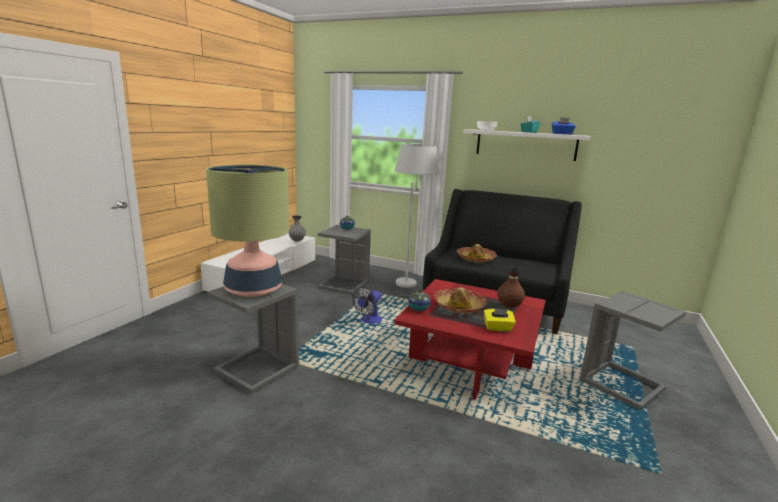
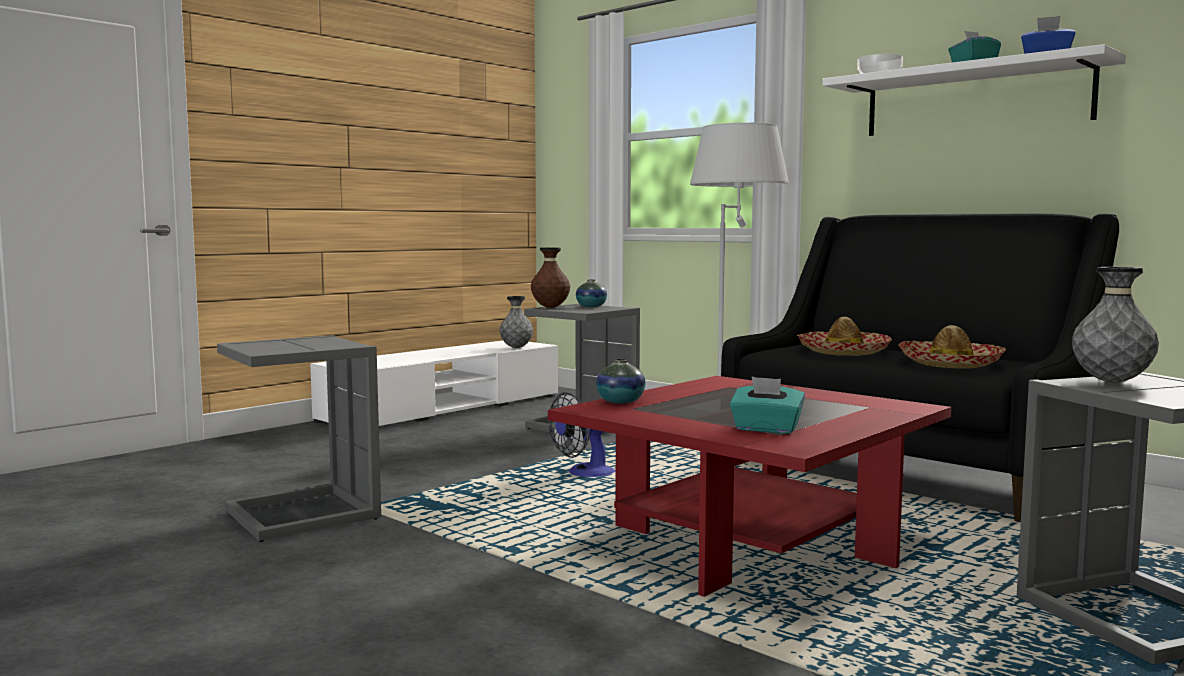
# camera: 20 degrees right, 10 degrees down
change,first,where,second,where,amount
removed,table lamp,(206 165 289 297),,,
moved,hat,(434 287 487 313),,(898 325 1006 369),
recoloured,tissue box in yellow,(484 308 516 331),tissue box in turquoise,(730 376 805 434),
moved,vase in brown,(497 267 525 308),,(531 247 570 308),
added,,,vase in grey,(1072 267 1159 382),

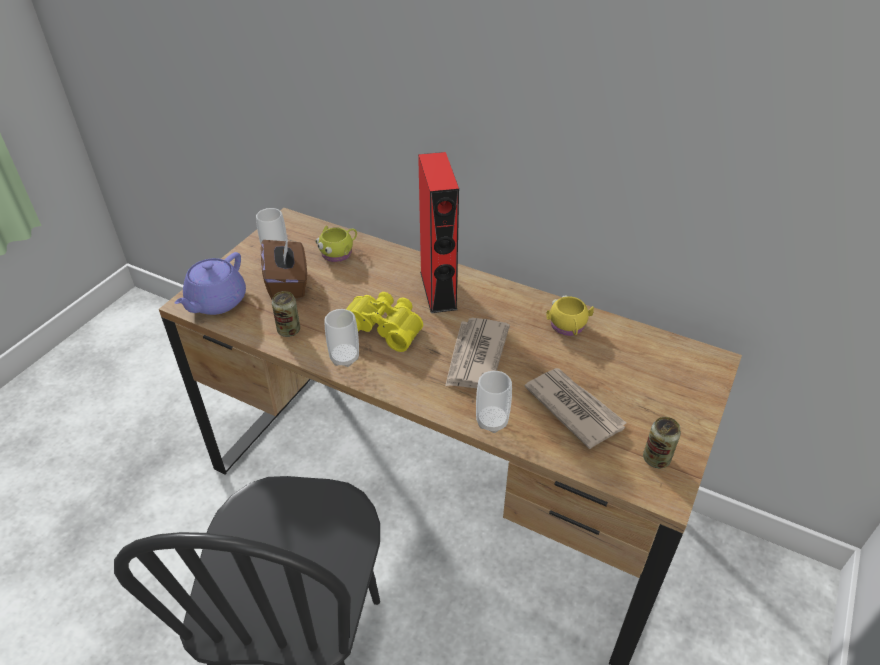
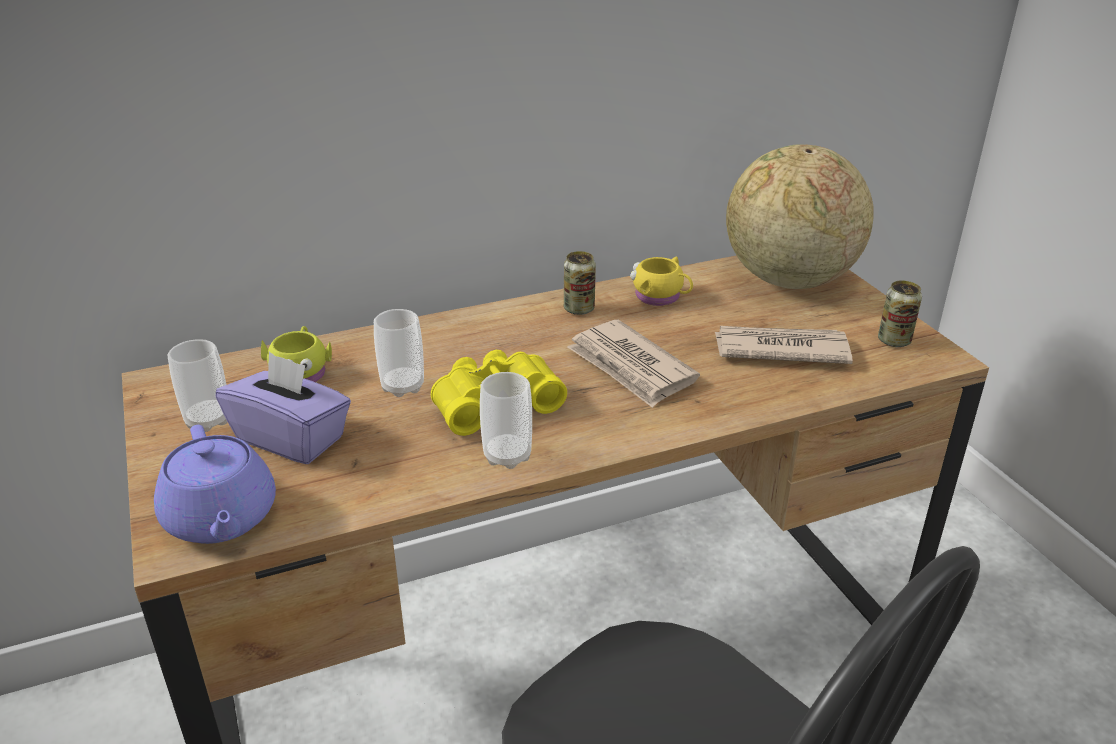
# camera: 50 degrees left, 10 degrees down
change,first,where,second,where,amount
recoloured,tissue box in brown,(261 236 307 300),tissue box in purple,(215 352 351 464),
moved,can,(272 291 300 337),,(564 251 596 315),
removed,speaker in red,(418 152 459 313),,,
moved,cup,(476 371 512 433),,(374 309 424 397),
added,,,globe,(726 144 874 289),

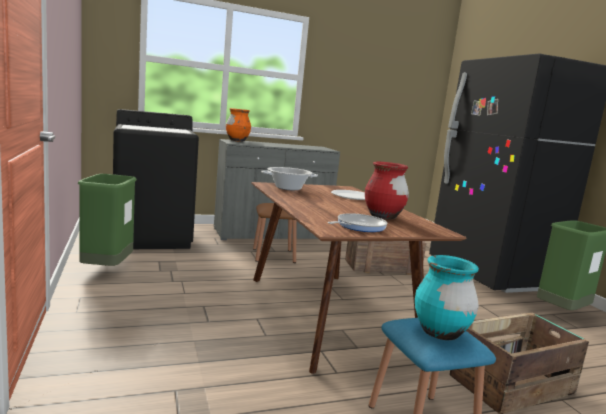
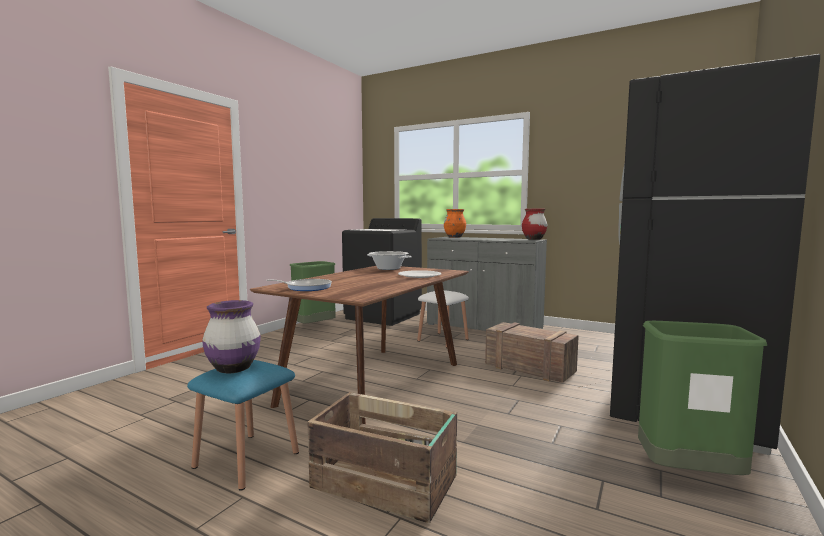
# camera: 50 degrees right, 5 degrees down
change,first,where,second,where,amount
recoloured,stool in brown,(253 203 297 263),stool in white,(417 290 469 348),
moved,vase in red,(365 162 409 220),,(522 208 547 240),
recoloured,vase in turquoise,(415 255 479 340),vase in purple,(202 300 261 373),

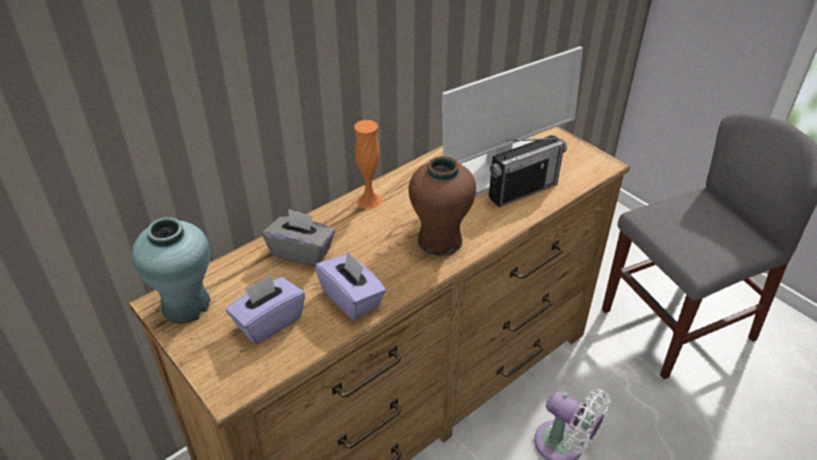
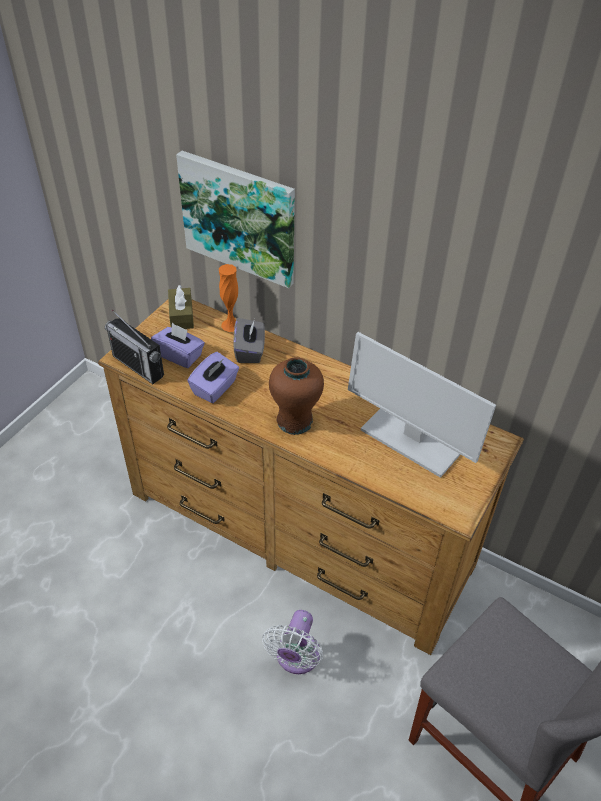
# camera: 70 degrees right, 5 degrees up
change,first,where,second,where,amount
replaced,vase in turquoise,(132 217 211 324),tissue box in brown,(168 285 194 329),
moved,vase in orange,(354 120 382 210),,(219 264 238 332),
moved,radio,(489 135 567 207),,(105 310 164 384),
added,,,picture,(176 151 295 288),

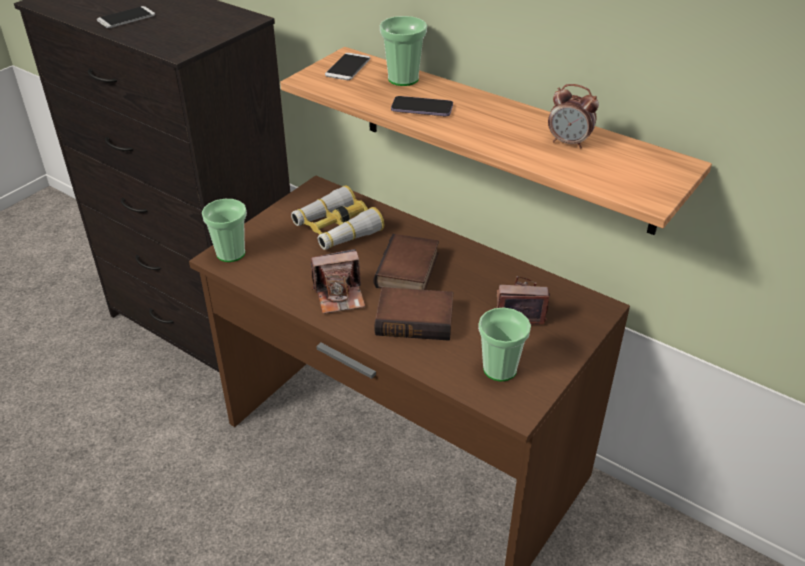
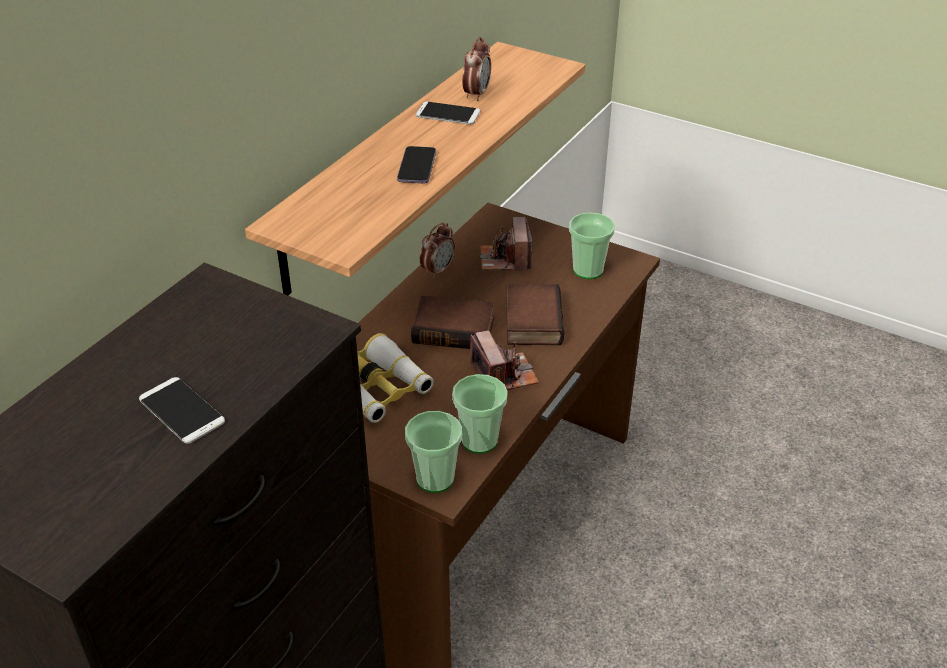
# camera: 95 degrees left, 0 degrees up
change,first,where,second,where,amount
moved,phone,(325 53 370 80),,(416 101 480 124),
moved,cup,(380 16 427 86),,(452 374 508 454),
added,,,alarm clock,(420 222 455 279),

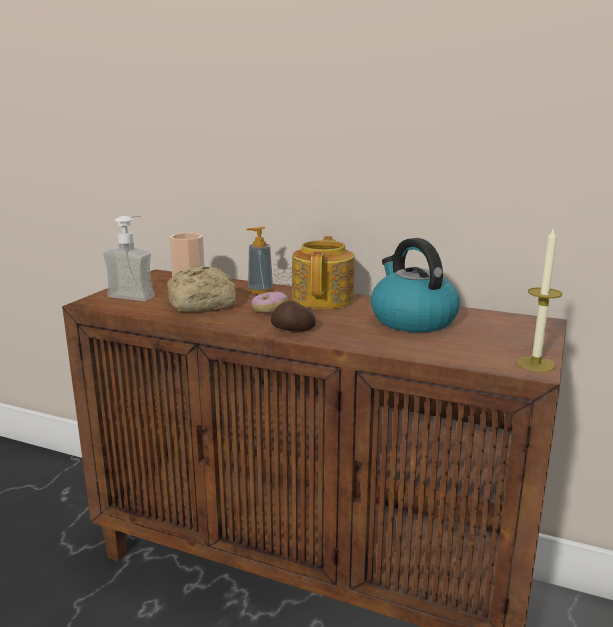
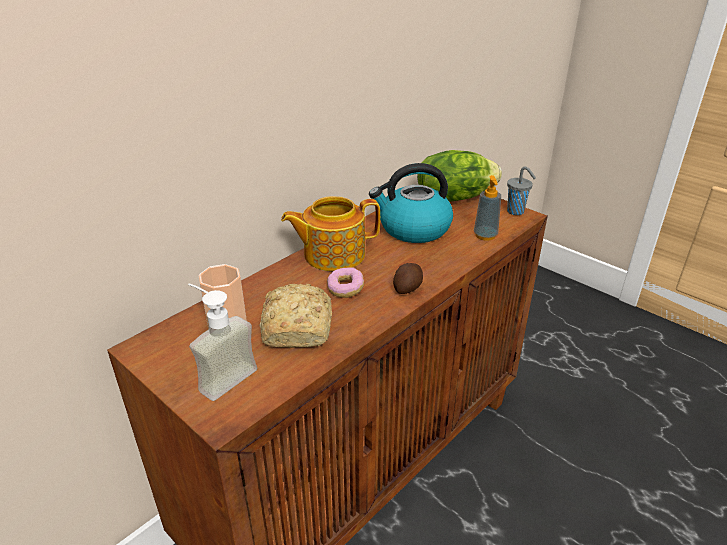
# camera: 70 degrees left, 15 degrees up
change,first,where,second,where,amount
moved,soap dispenser,(247 227 273 294),,(474 175 501 241),
turned,teapot,(292 236 355 309),,(281 196 380 271),45 degrees counterclockwise
replaced,candle,(516 227 562 372),cup in grey,(507 167 536 215),
added,,,lettuce,(417 150 502 202),

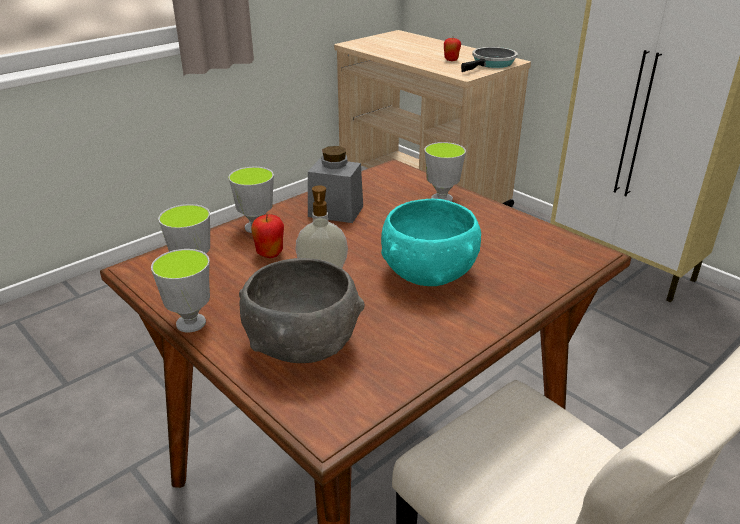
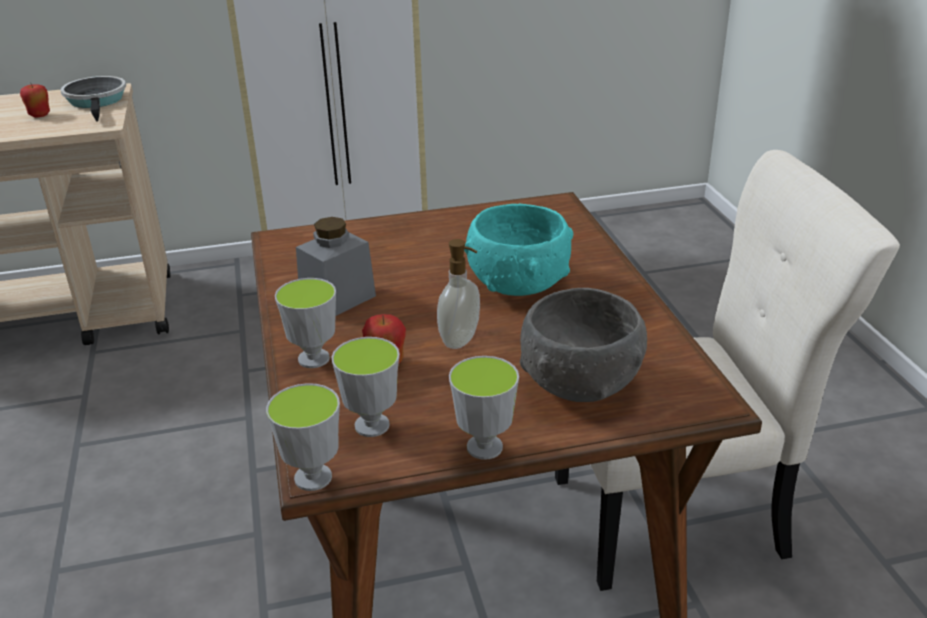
# camera: 60 degrees left, 0 degrees up
change,first,where,second,where,amount
moved,cup,(424 142 466 202),,(266 383 340 491),

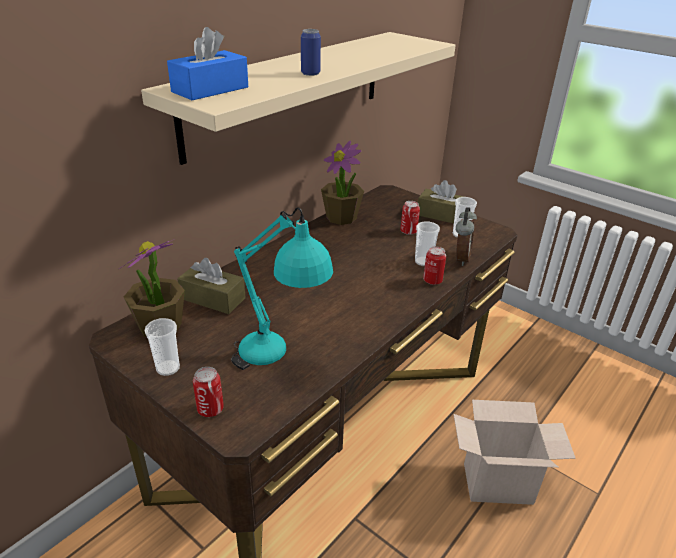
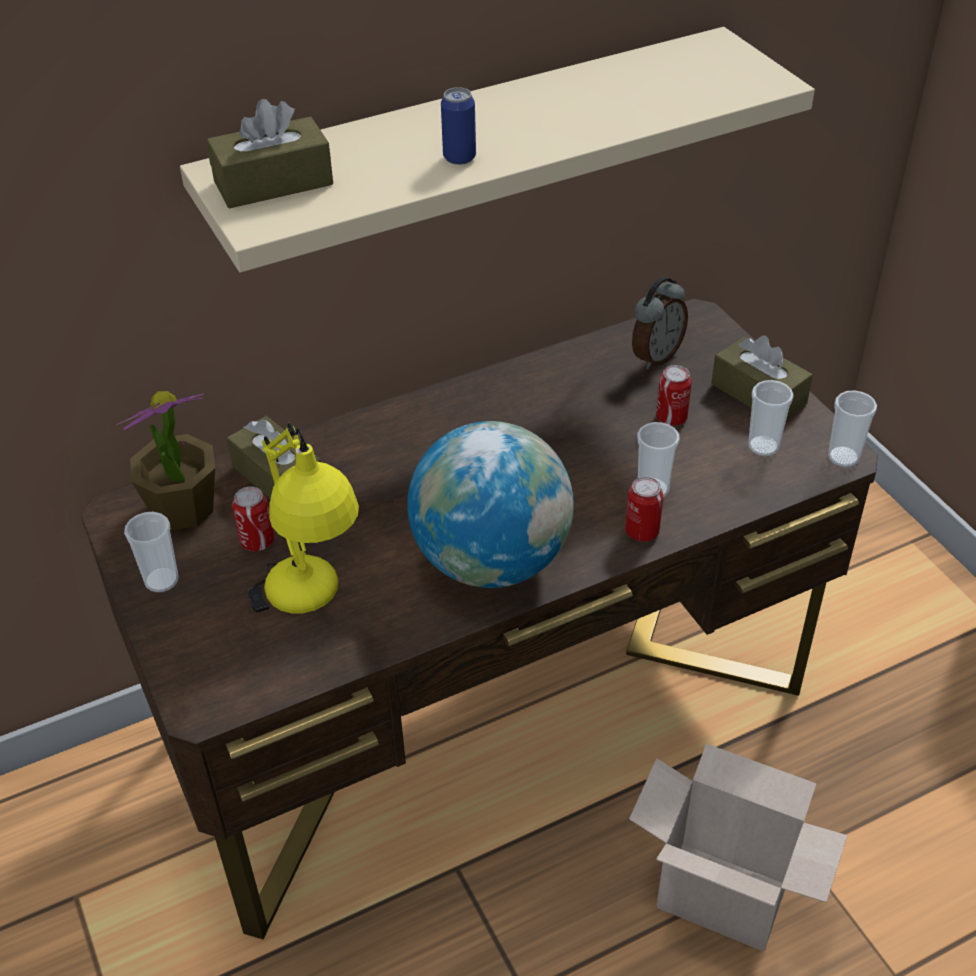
# camera: 25 degrees right, 10 degrees up
change,first,where,second,where,amount
recoloured,tissue box in blue,(167 27 248 100),tissue box in brown,(207 99 333 208),
moved,can,(193 367 224 417),,(232 487 274 551),
recoloured,table lamp in turquoise,(231 208 333 370),table lamp in yellow,(248 423 359 613),
removed,potted plant,(321 141 364 225),,,
moved,alarm clock,(456 207 477 266),,(632 277 688 369),
added,,,globe,(407 421 574 588),
added,,,cup,(828 390 877 467),

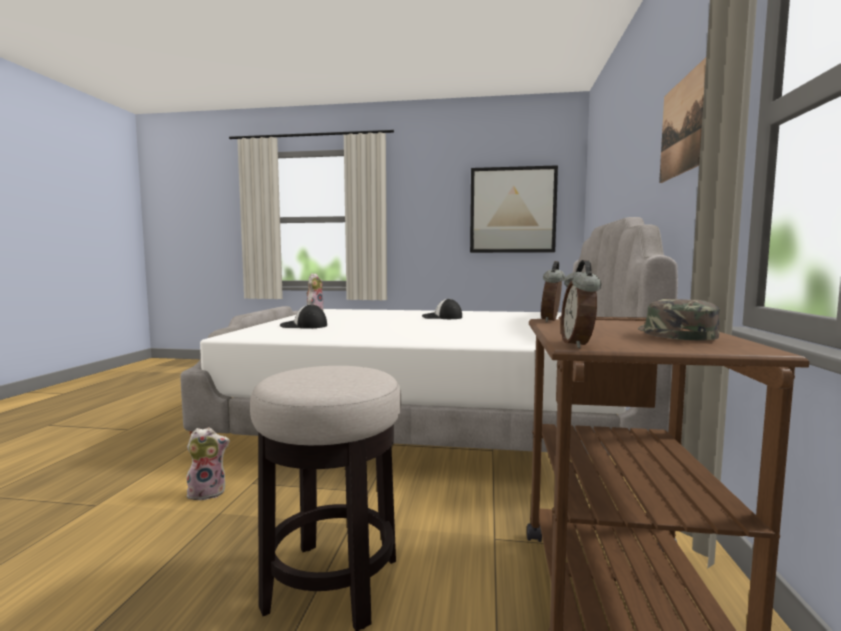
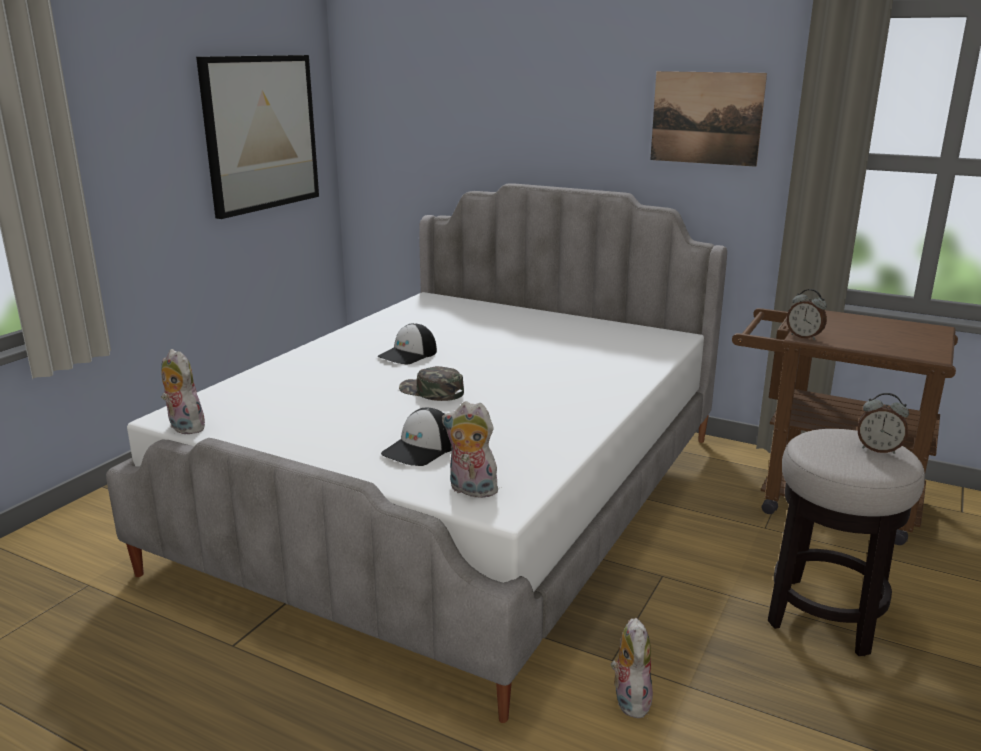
# camera: 70 degrees left, 15 degrees up
change,first,where,second,where,amount
moved,alarm clock,(561 260 601 348),,(858 393 909 454),
moved,cap in green,(638 299 720 340),,(399 366 464 401),
added,,,plush toy,(442 401 498 498),

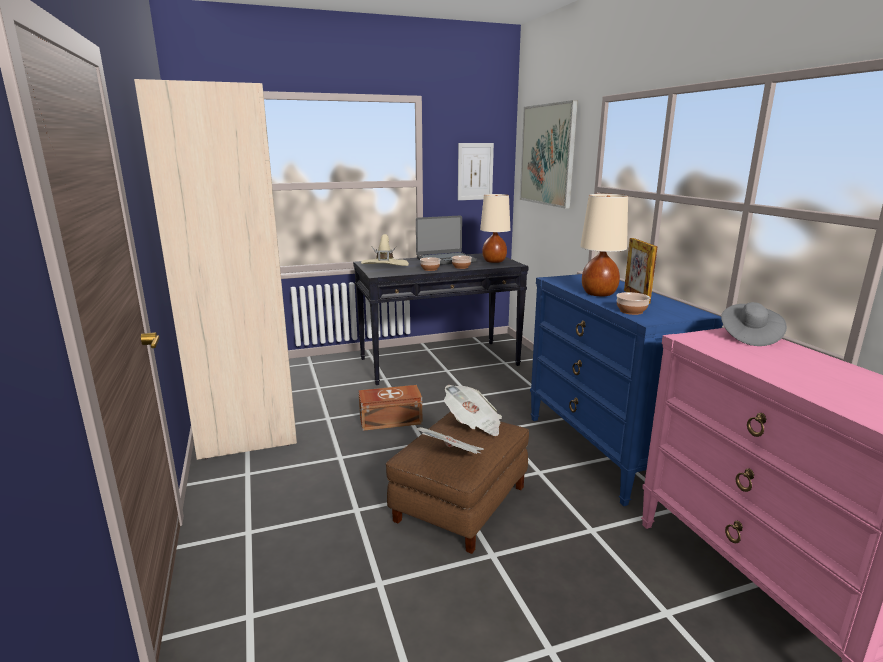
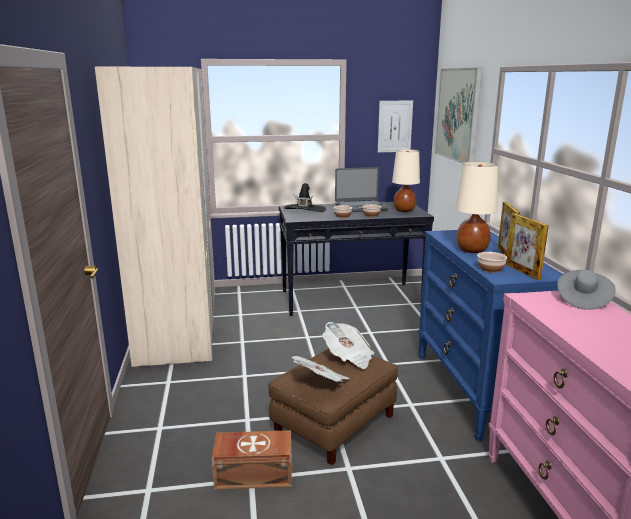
# camera: 10 degrees right, 0 degrees up
change,first,where,second,where,amount
moved,storage box in brown,(359 385 422 431),,(212 430 292 490),
recoloured,hat in beige,(361 234 409 266),hat in black,(284 183 326 212),
added,,,picture frame,(506 213 549 280),

